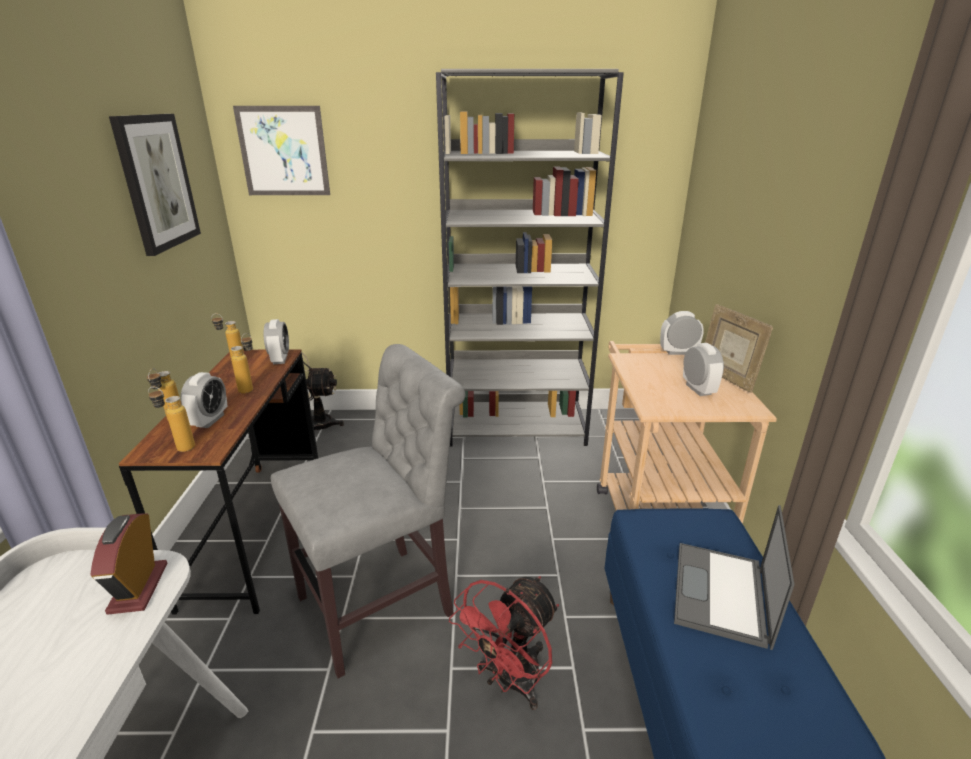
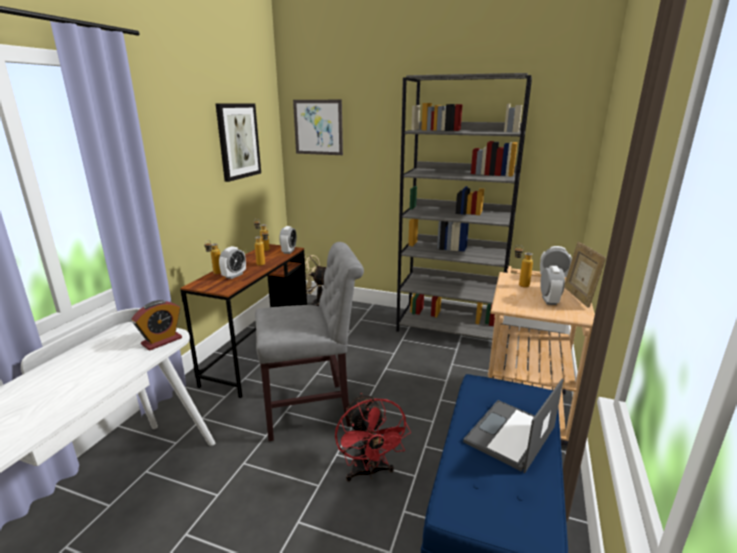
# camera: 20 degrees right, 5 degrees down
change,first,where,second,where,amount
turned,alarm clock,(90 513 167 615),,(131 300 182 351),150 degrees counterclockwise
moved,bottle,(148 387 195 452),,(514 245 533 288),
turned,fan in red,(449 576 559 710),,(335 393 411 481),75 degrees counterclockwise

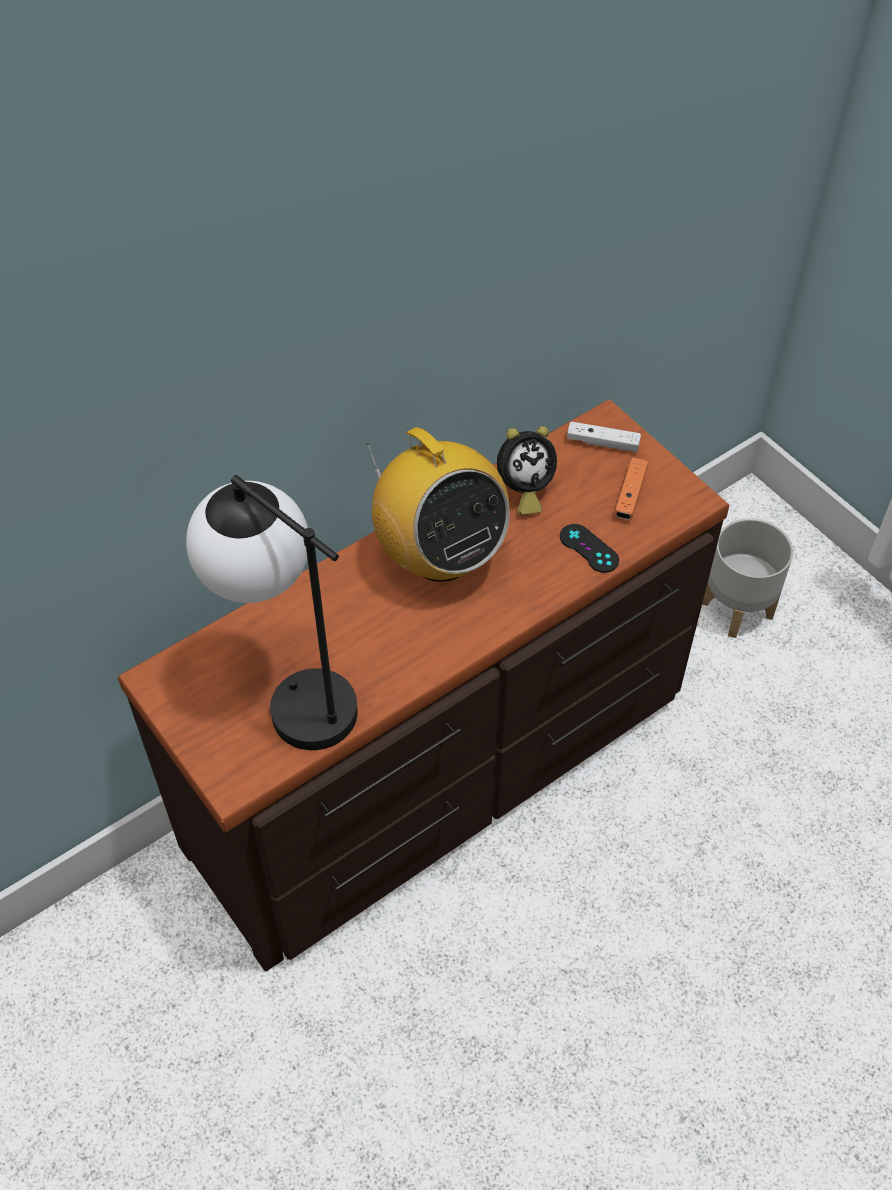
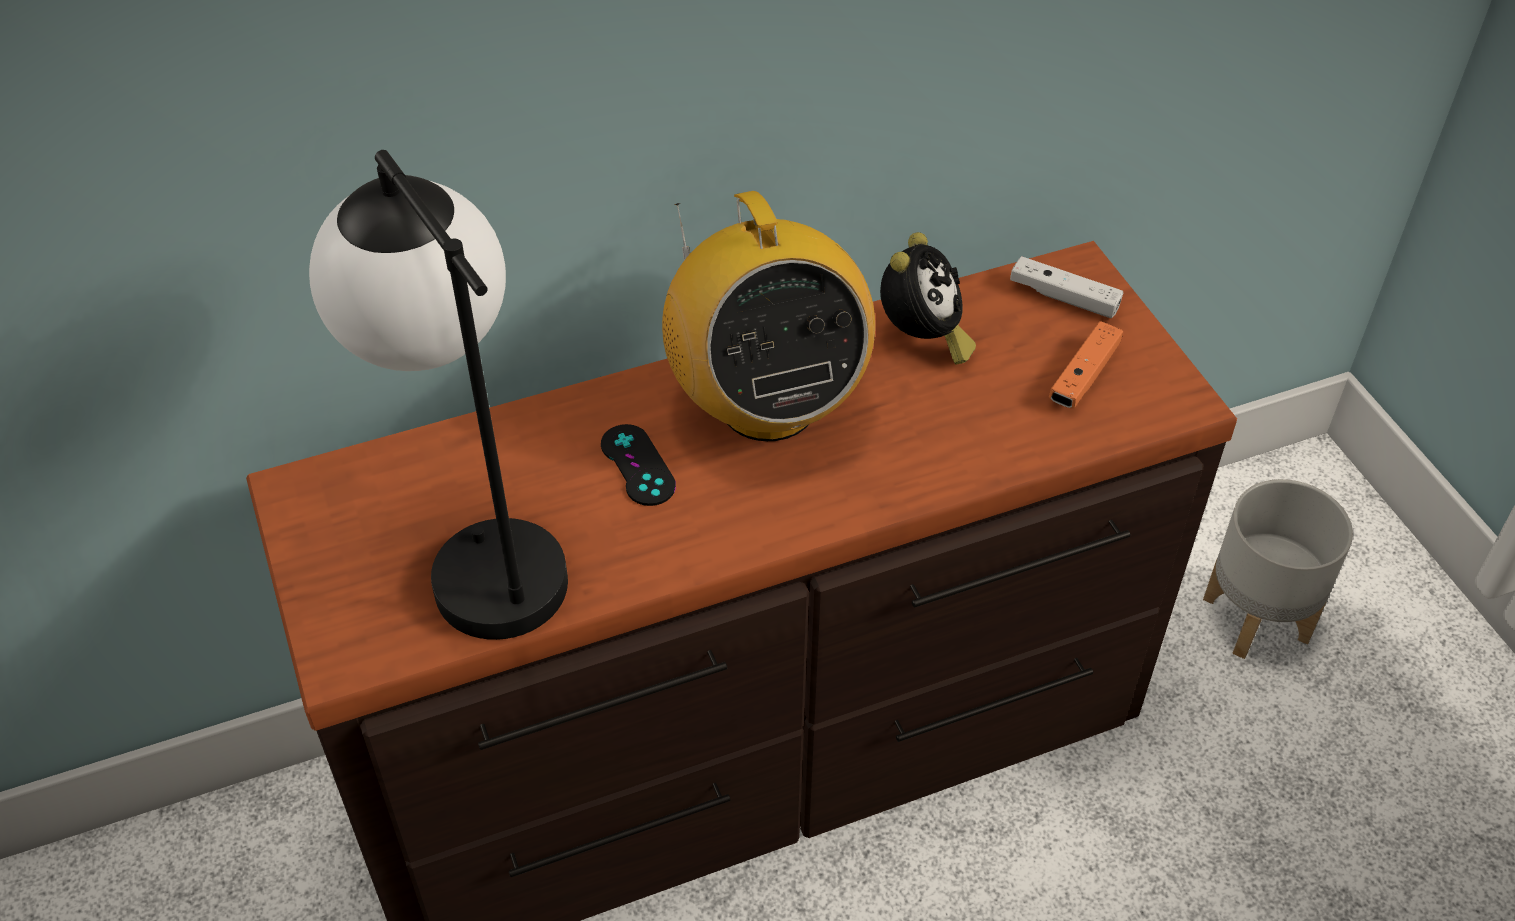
# camera: 15 degrees right, 5 degrees down
change,first,where,second,where,amount
turned,alarm clock,(497 426 557 515),,(880 232 976 365),60 degrees counterclockwise
moved,game controller in black,(560 524 619 573),,(601 424 676 506),

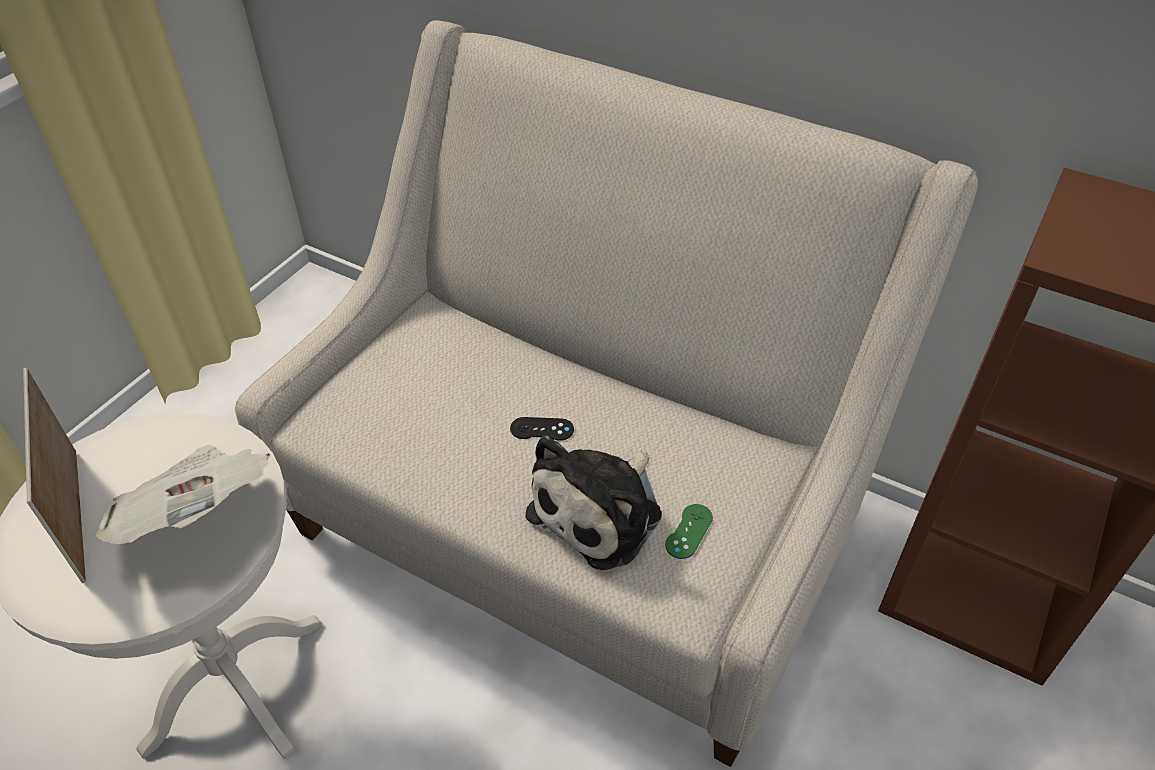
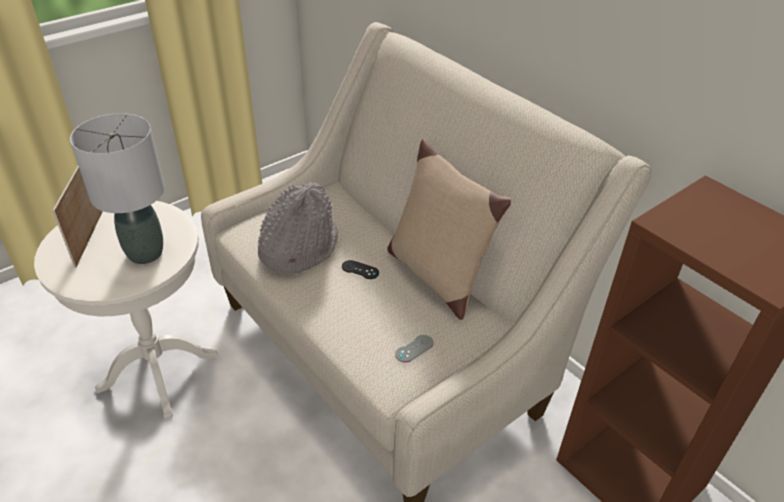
# camera: 20 degrees right, 5 degrees down
change,first,where,second,where,amount
replaced,newspaper,(96 445 271 544),table lamp in grey,(70 113 165 264),
removed,plush toy,(526 436 662 570),,,
recoloured,game controller in green,(665 504 713 559),game controller in grey,(395 335 434 362),
added,,,hat in grey,(258 182 338 274),
added,,,pillow in beige,(387 139 511 320),

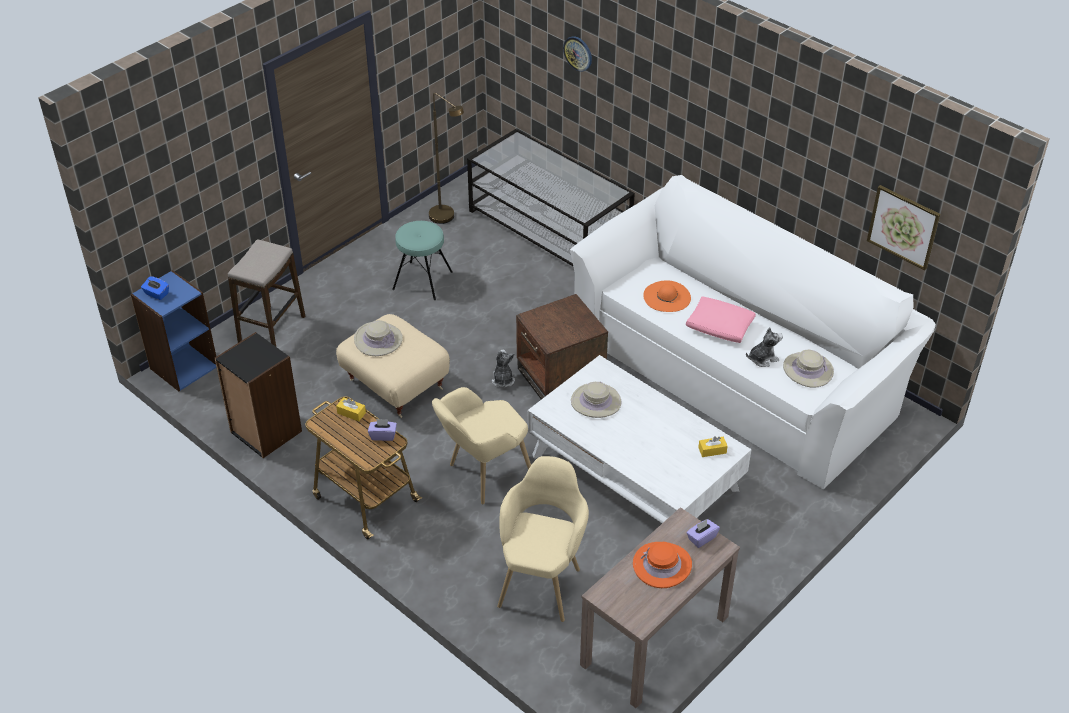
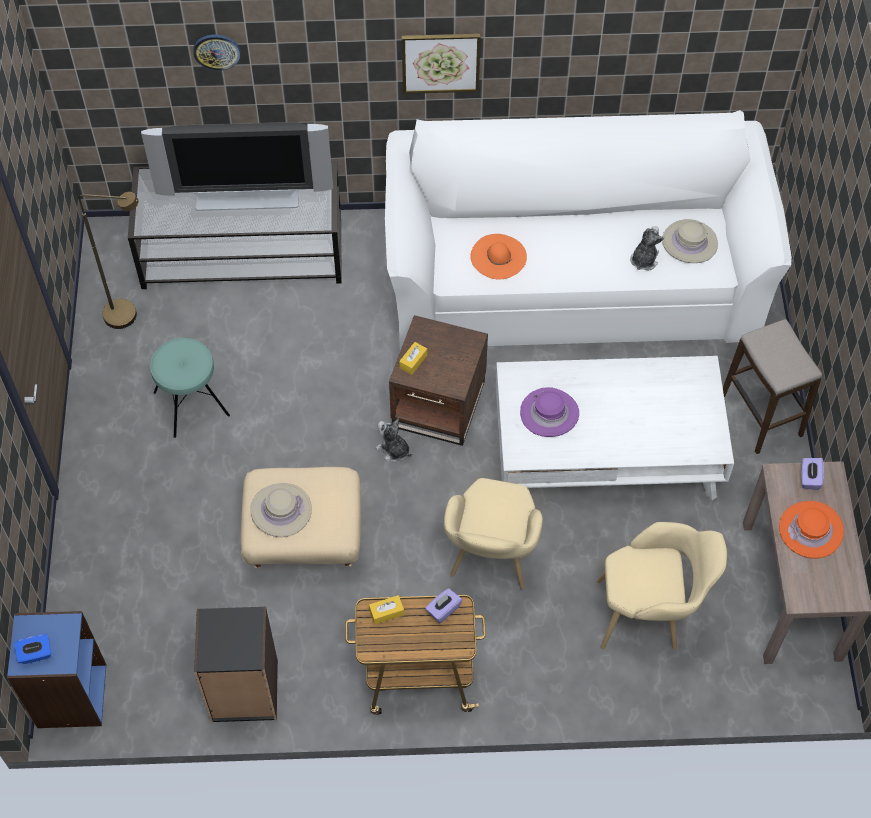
# camera: 45 degrees left, 15 degrees up
change,first,where,second,where,amount
moved,stool,(228 239 305 346),,(723 319 822 454),
turned,armchair in beige,(497 456 589 622),,(597 522 727 649),120 degrees clockwise
recoloured,hat in beige,(571 382 621 418),hat in purple,(520 387 579 437),
removed,pillow in pink,(686 297 756 343),,,
moved,tissue box in yellow,(698 436 728 457),,(399 342 427 375),
moved,picture,(867 185 940 270),,(402 34 481 94),
added,,,television,(141 122 333 211),

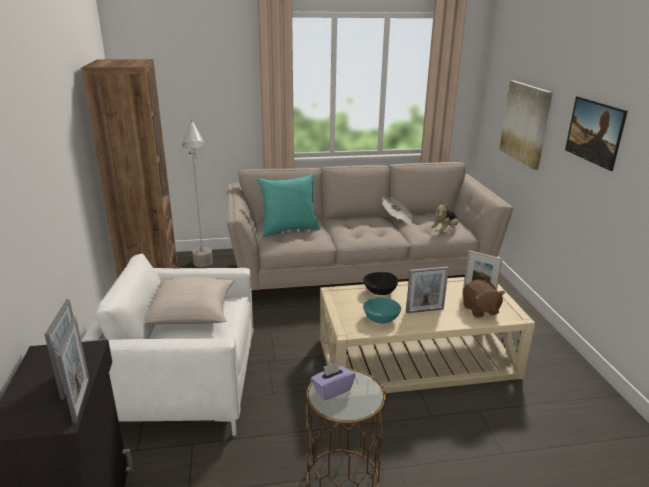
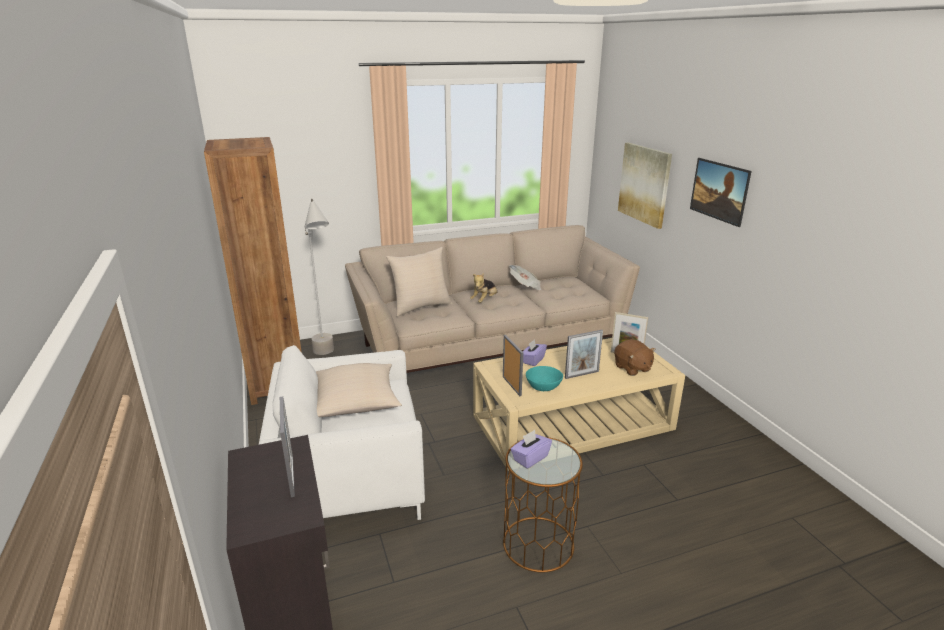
# camera: 10 degrees left, 0 degrees up
change,first,where,second,where,amount
moved,picture frame,(57 317 90 423),,(503 335 523 396),
recoloured,pillow in turquoise,(257 173 320 237),pillow in beige,(386 247 453 317),
replaced,bowl in black,(363 272 398 295),tissue box in purple,(523 339 547 366),
moved,plush toy,(431 203 458 232),,(470 273 497 303),

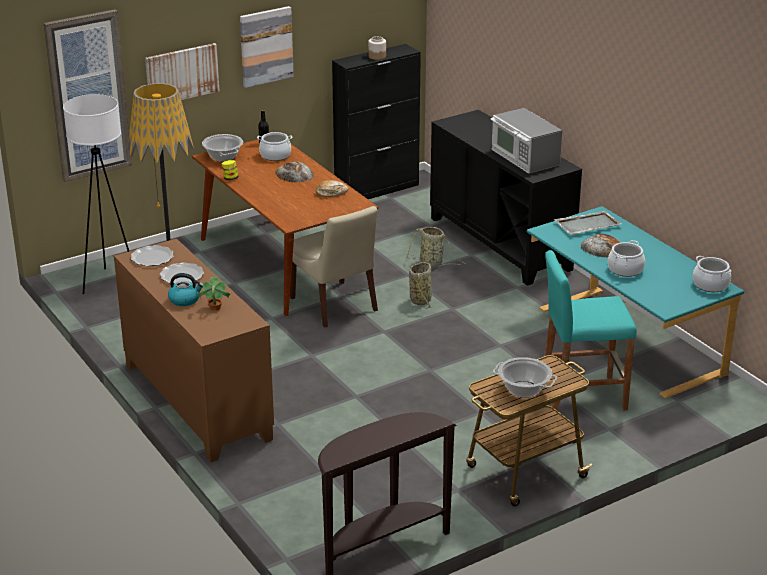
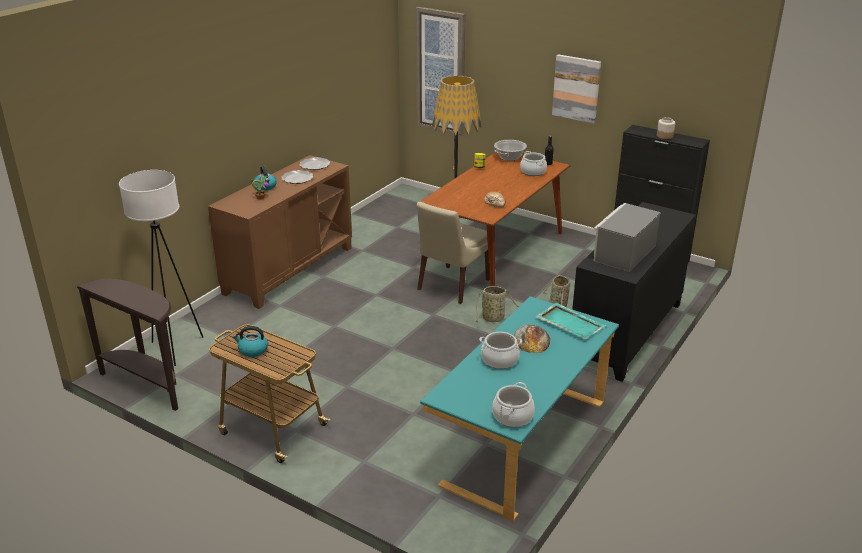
# camera: 65 degrees right, 0 degrees up
change,first,where,second,where,amount
moved,floor lamp in white,(63 94 129 294),,(119 170 203 366),
removed,picture,(145 43 220 100),,,
removed,bread,(275 161 314 183),,,
replaced,cooking pot,(493 357 557 398),kettle,(233 326 268 357),
removed,stool in turquoise,(544 250 637 410),,,
recoloured,tray in grey,(554 210 621 235),tray in turquoise,(535 303 606 339),

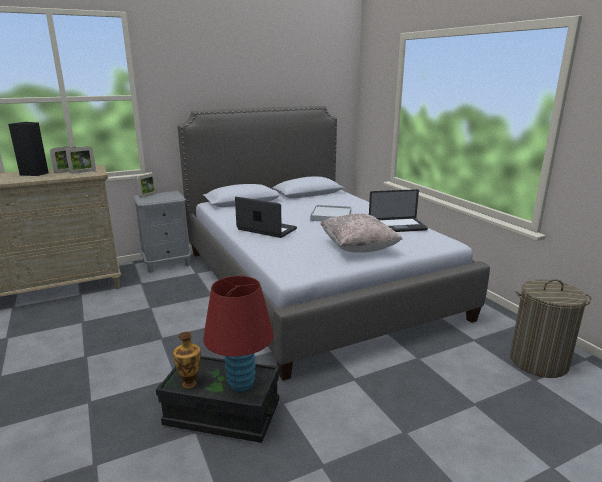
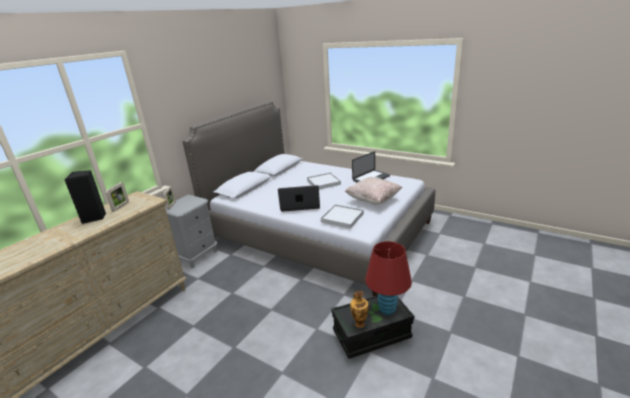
# camera: 30 degrees left, 5 degrees up
change,first,where,second,where,amount
removed,picture frame,(66 146 96 174),,,
removed,laundry basket,(510 279 591 378),,,
added,,,tray in white,(321 204 364 229),

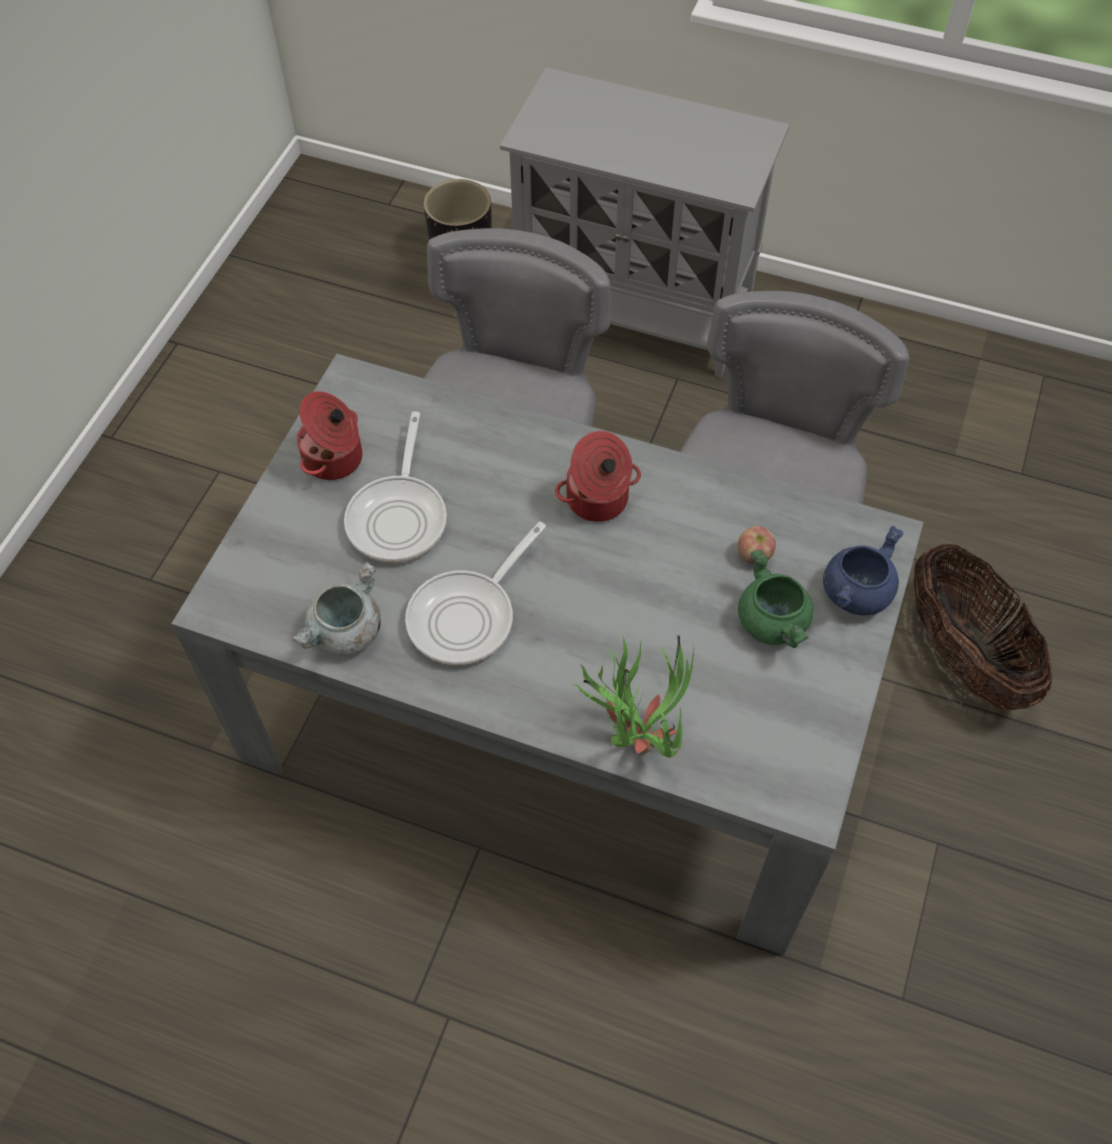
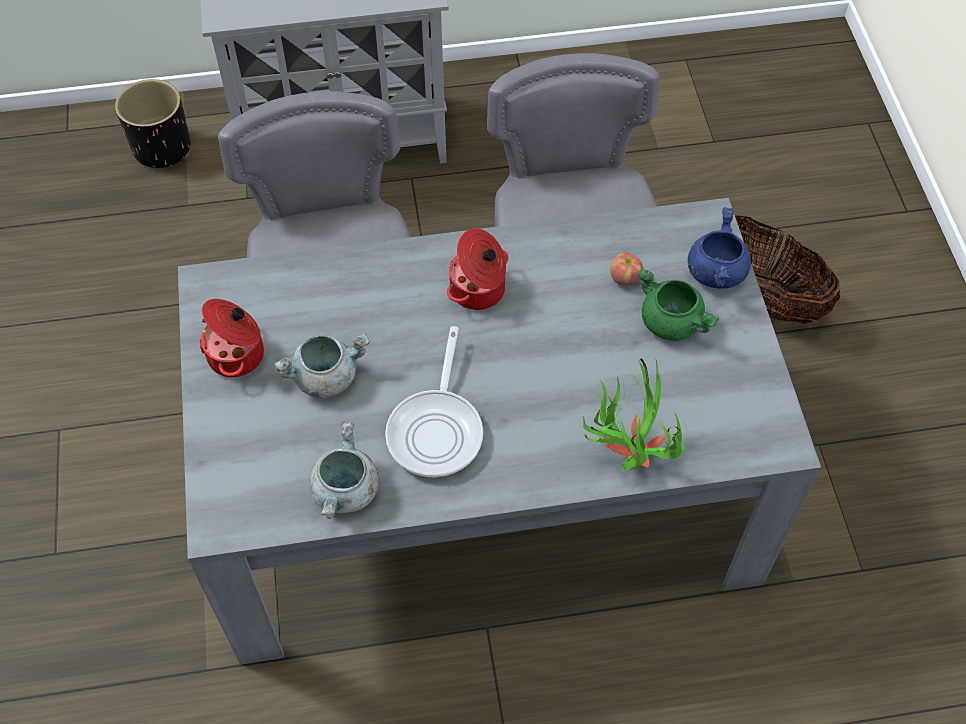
# camera: 30 degrees left, 0 degrees up
change,first,where,second,where,amount
replaced,frying pan,(344 411 447 562),cooking pot in grey,(274 333 370 398),

